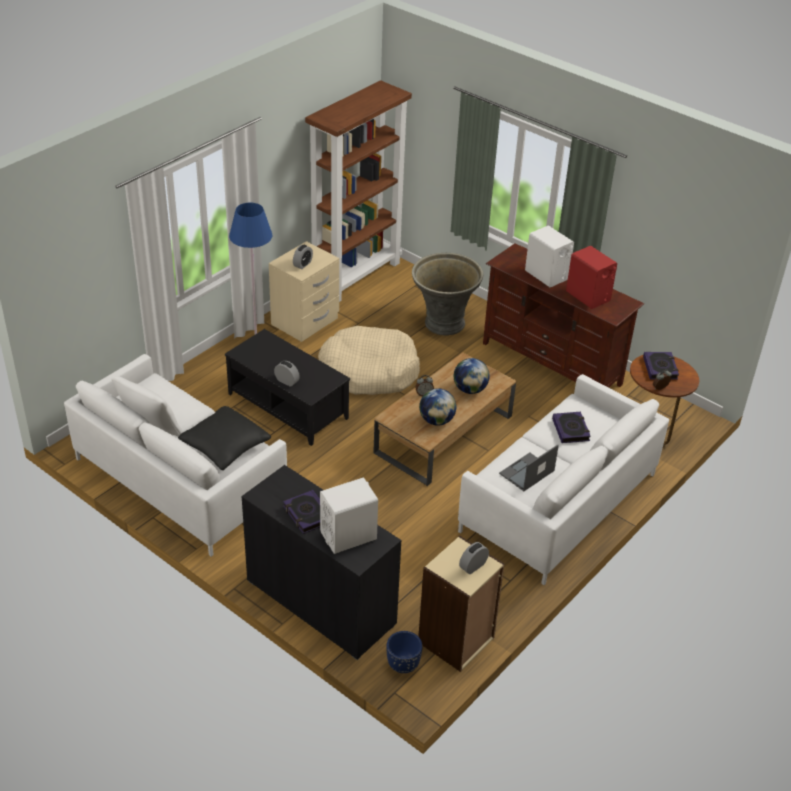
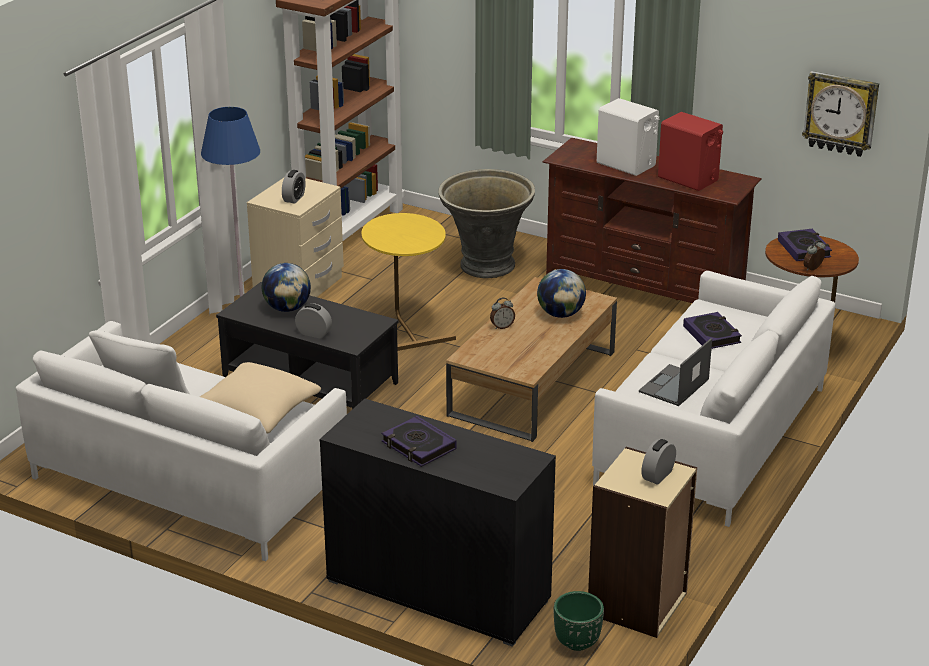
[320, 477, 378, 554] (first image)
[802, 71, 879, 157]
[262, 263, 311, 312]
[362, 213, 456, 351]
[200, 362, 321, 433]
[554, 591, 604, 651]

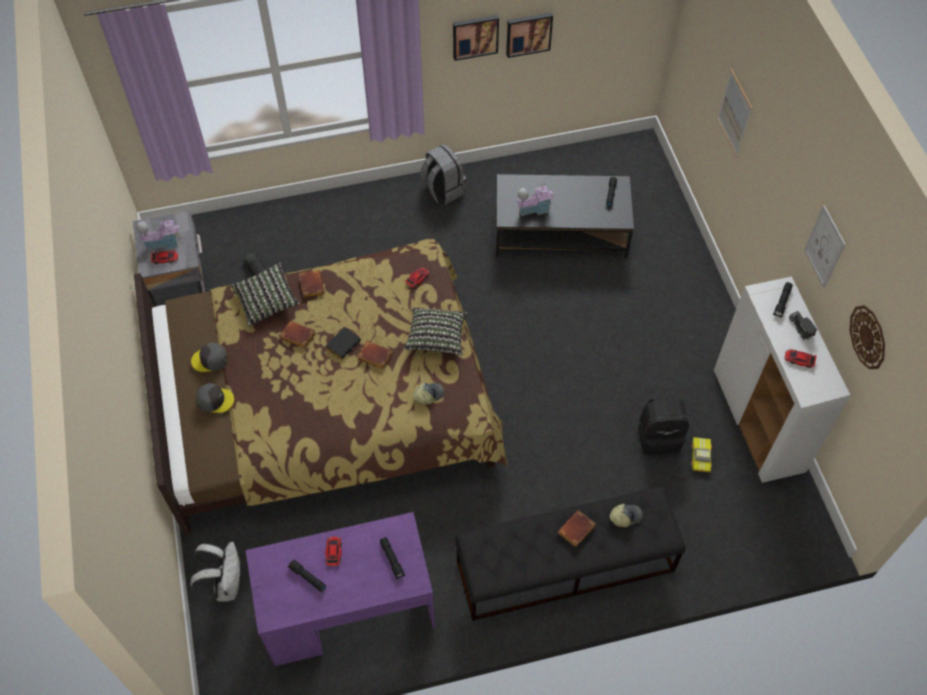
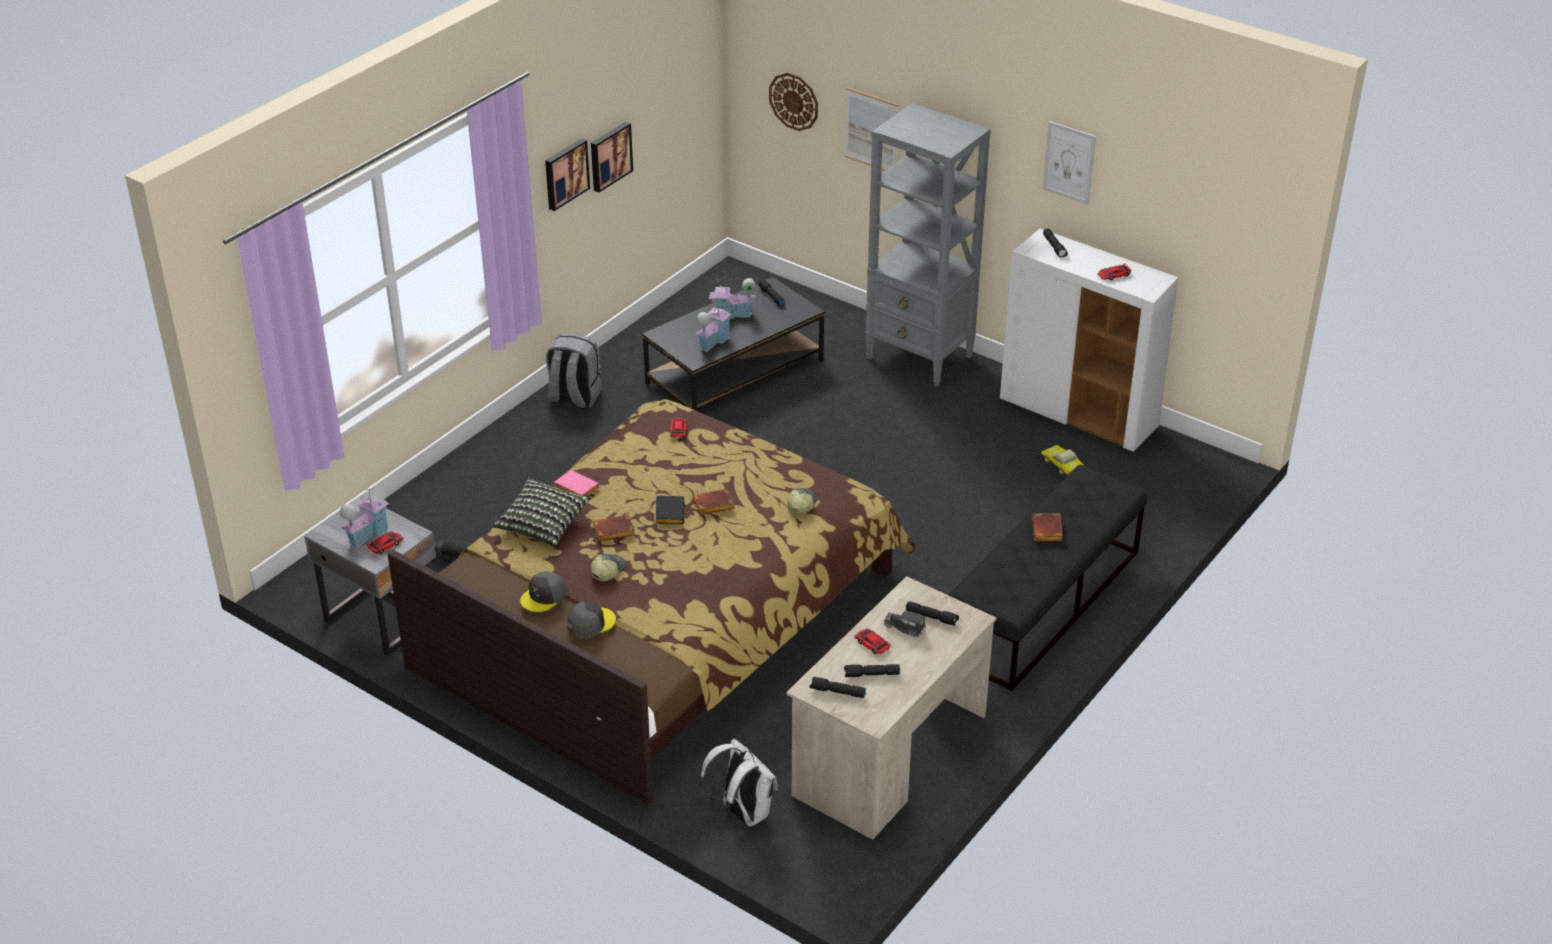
[404, 307, 468, 355] (first image)
[638, 398, 689, 455] (first image)
[709, 276, 756, 320]
[810, 677, 866, 698]
[865, 103, 990, 387]
[591, 554, 626, 582]
[884, 611, 926, 638]
[769, 73, 818, 131]
[786, 576, 996, 840]
[554, 470, 599, 496]

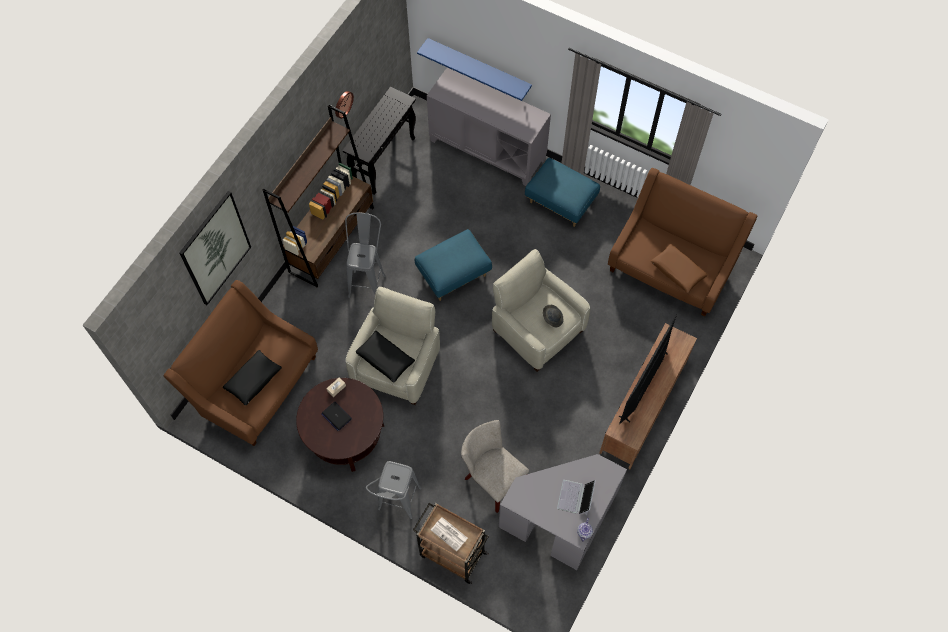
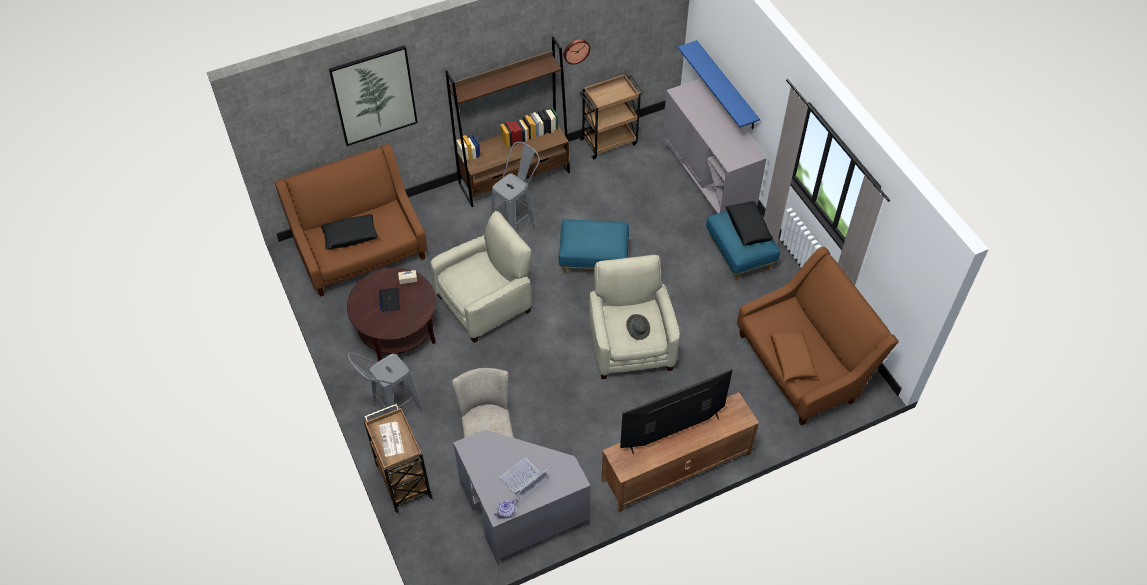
[725, 201, 773, 246]
[578, 74, 644, 159]

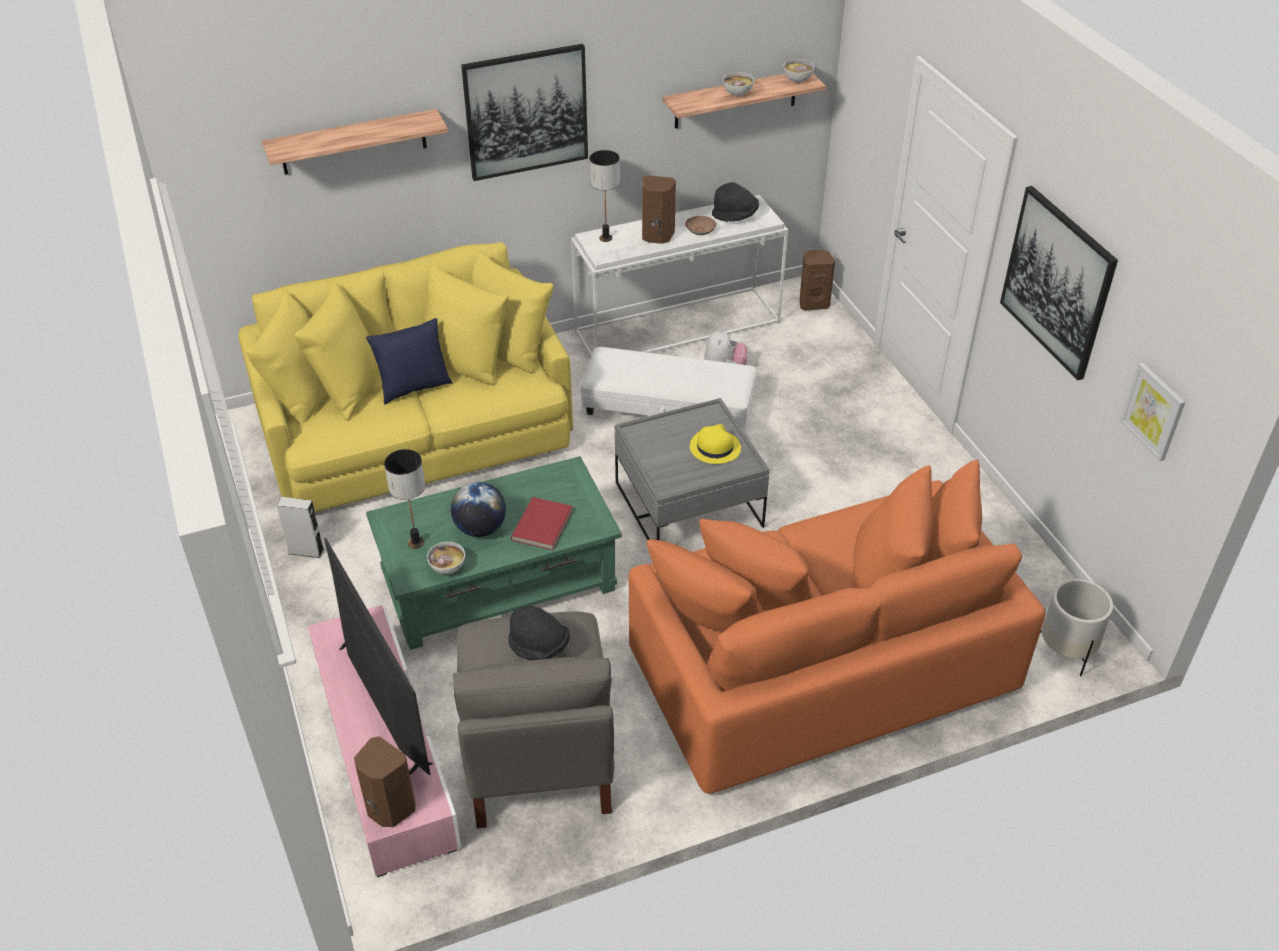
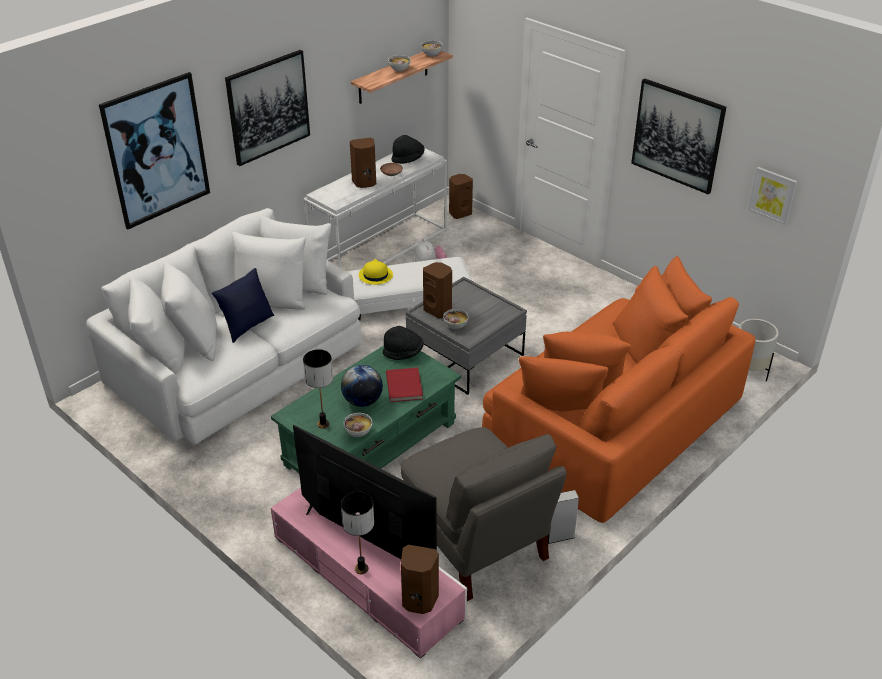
[423, 262, 452, 319]
[443, 309, 469, 329]
[548, 490, 579, 544]
[383, 326, 424, 360]
[341, 491, 374, 574]
[359, 259, 393, 285]
[99, 72, 210, 229]
[86, 208, 361, 445]

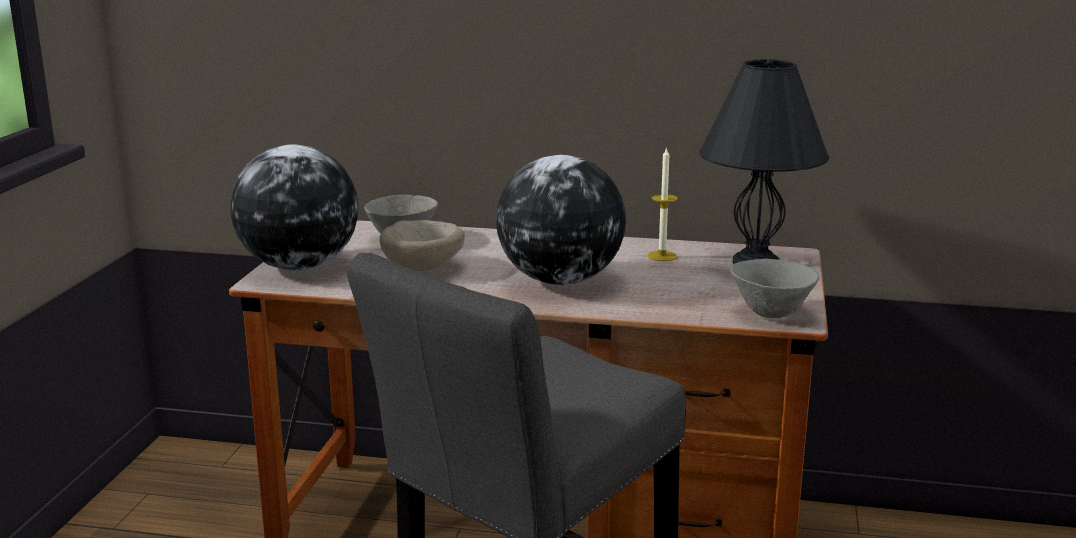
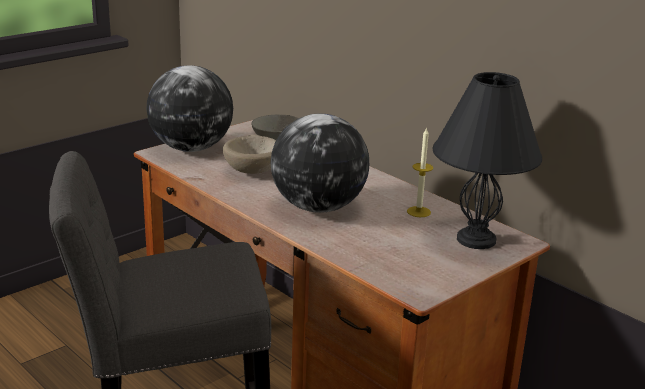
[730, 259, 820, 318] (first image)

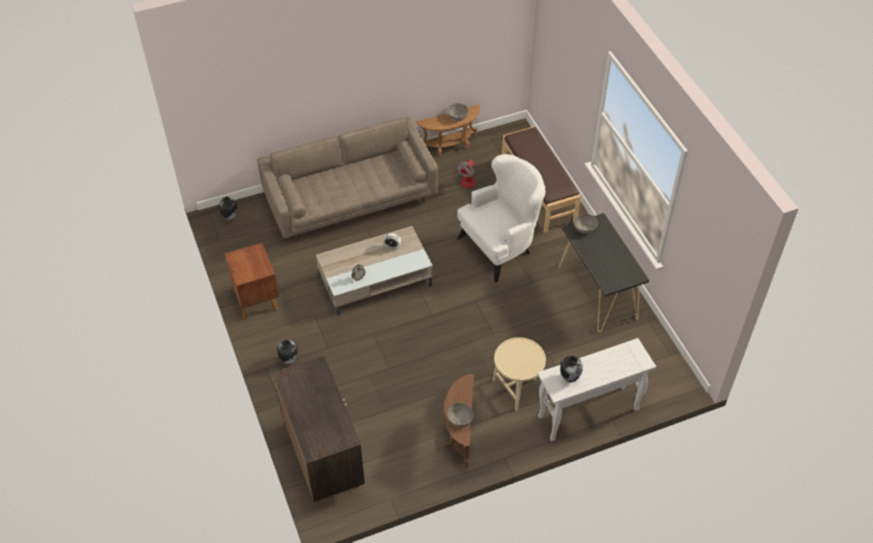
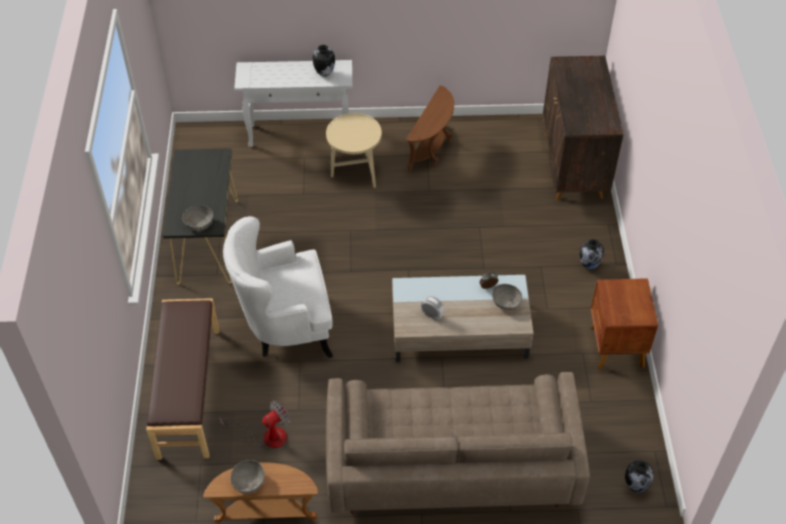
[492, 284, 522, 310]

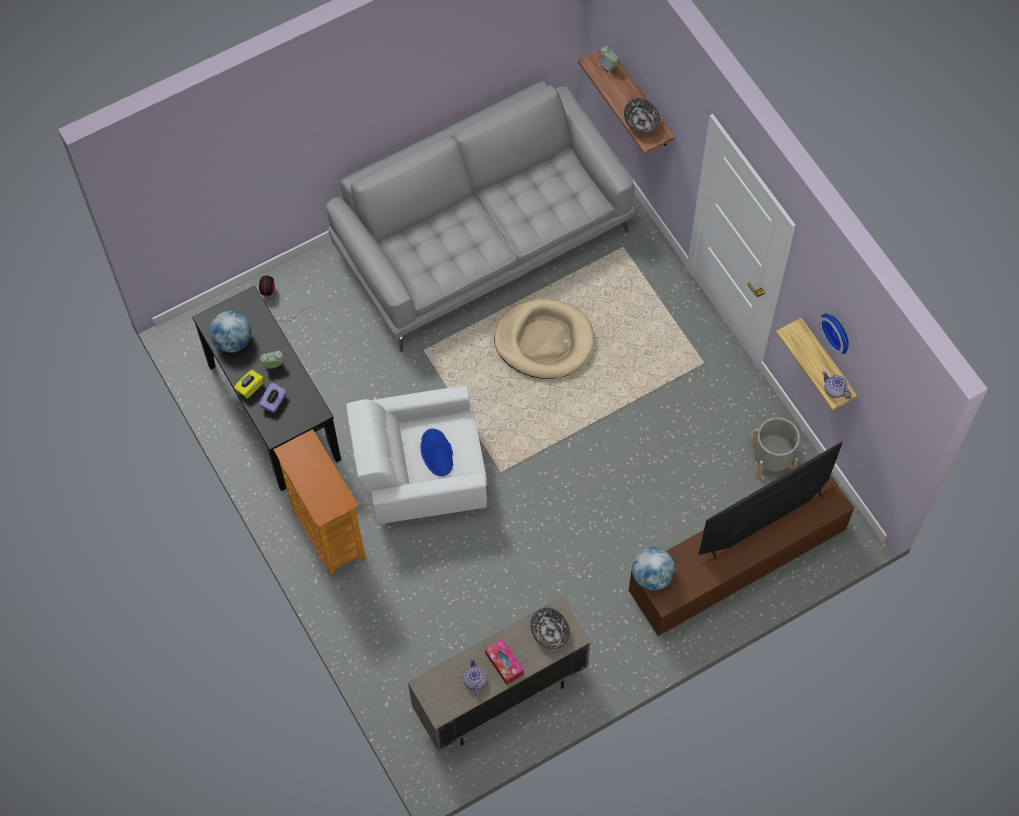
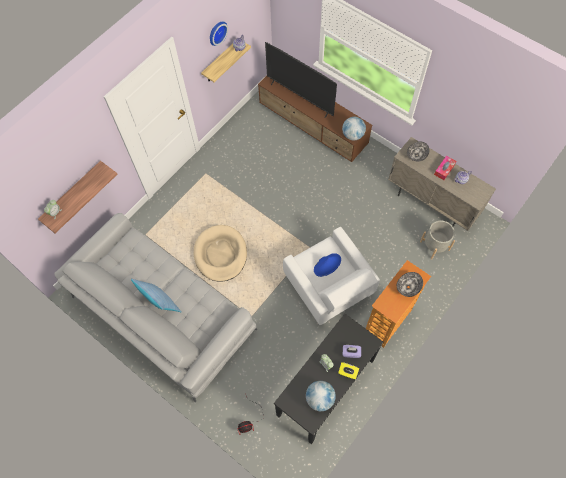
[131, 279, 181, 312]
[397, 272, 423, 297]
[420, 221, 455, 259]

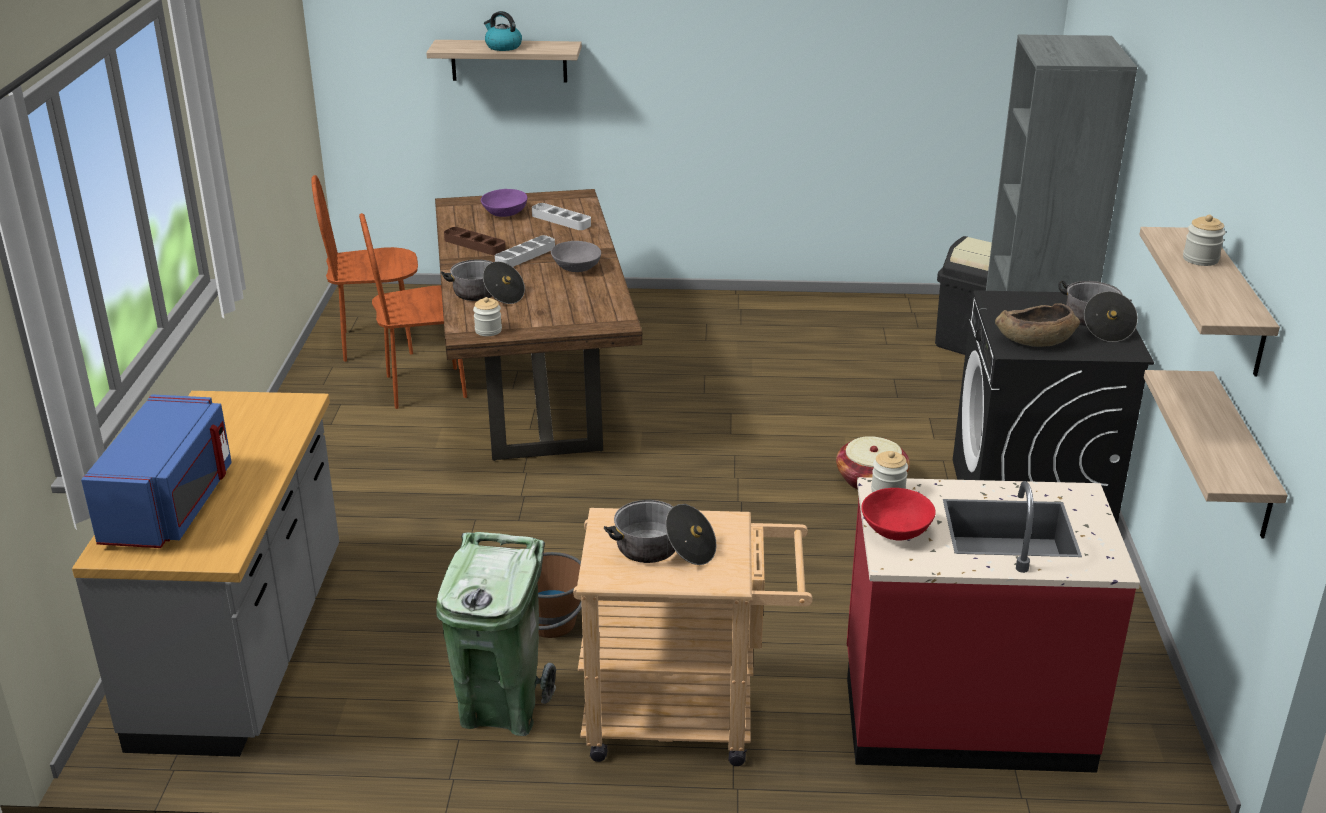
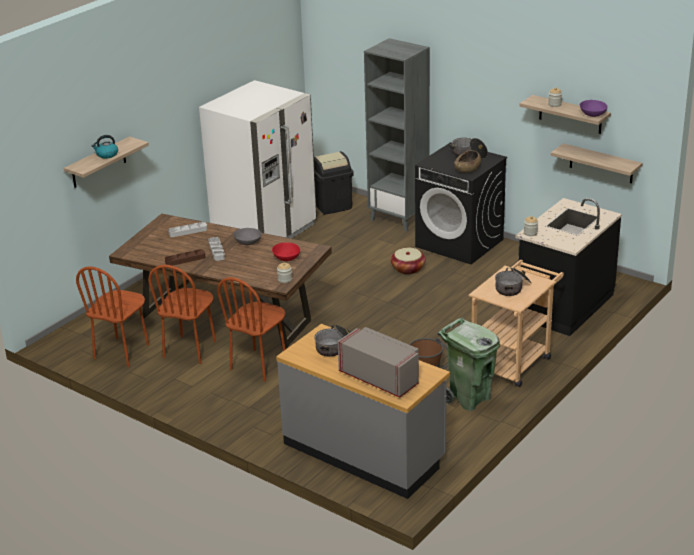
[199, 80, 317, 239]
[217, 277, 286, 381]
[314, 325, 351, 357]
[580, 100, 608, 117]
[272, 242, 300, 261]
[338, 327, 419, 398]
[515, 198, 622, 336]

